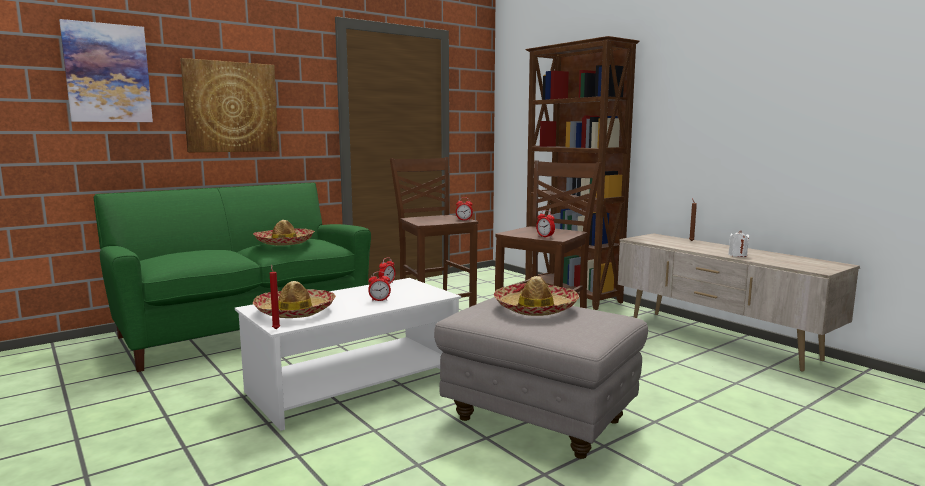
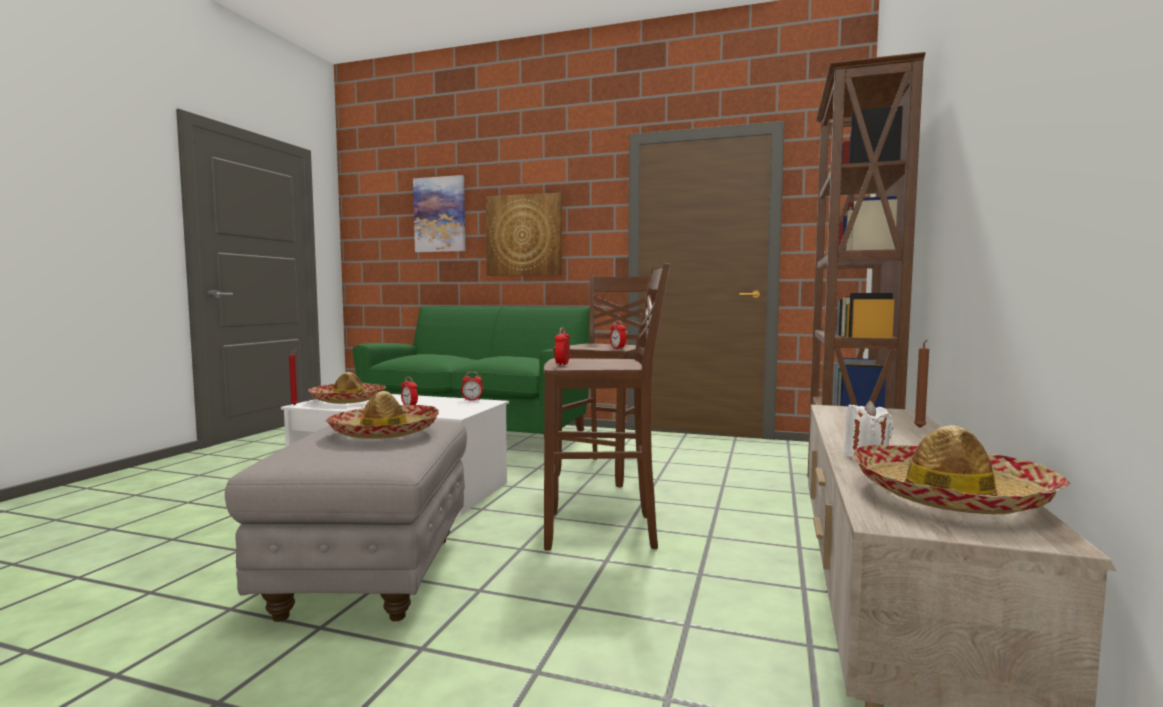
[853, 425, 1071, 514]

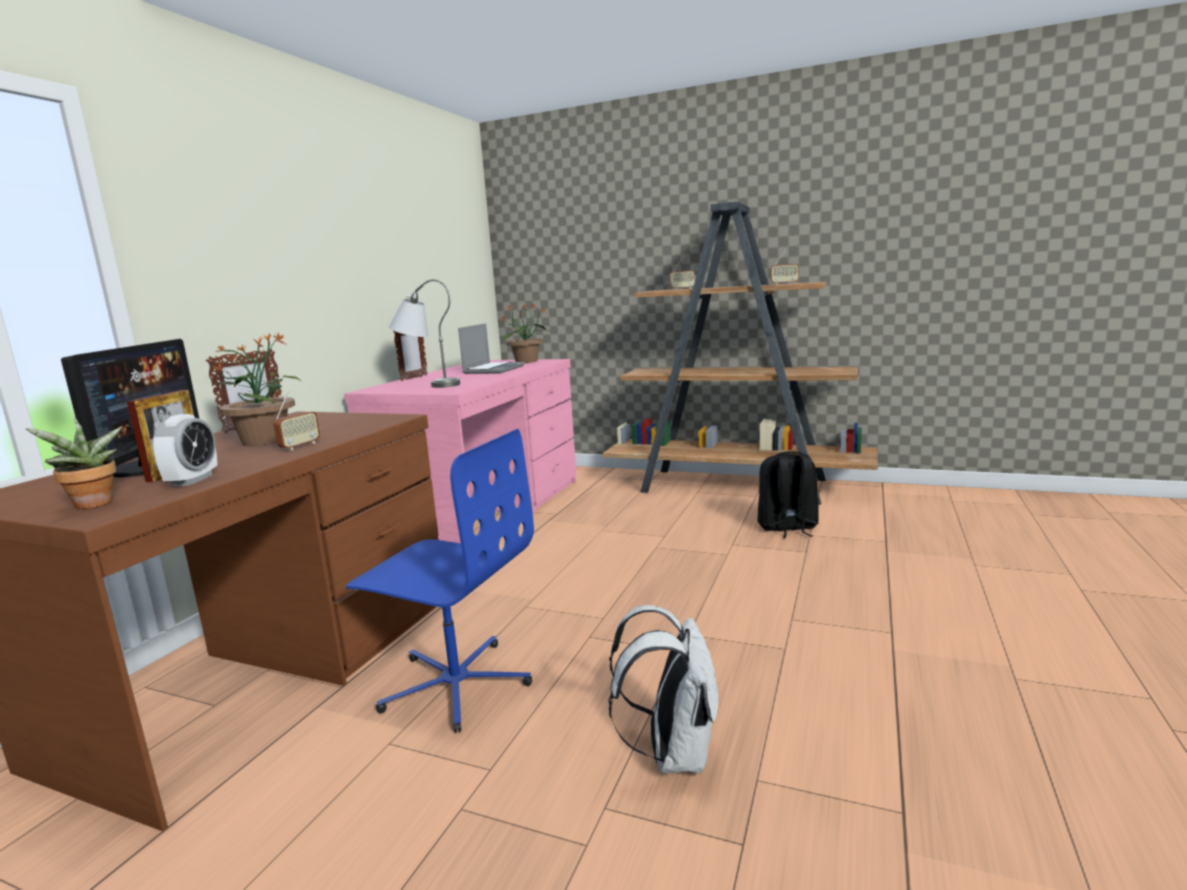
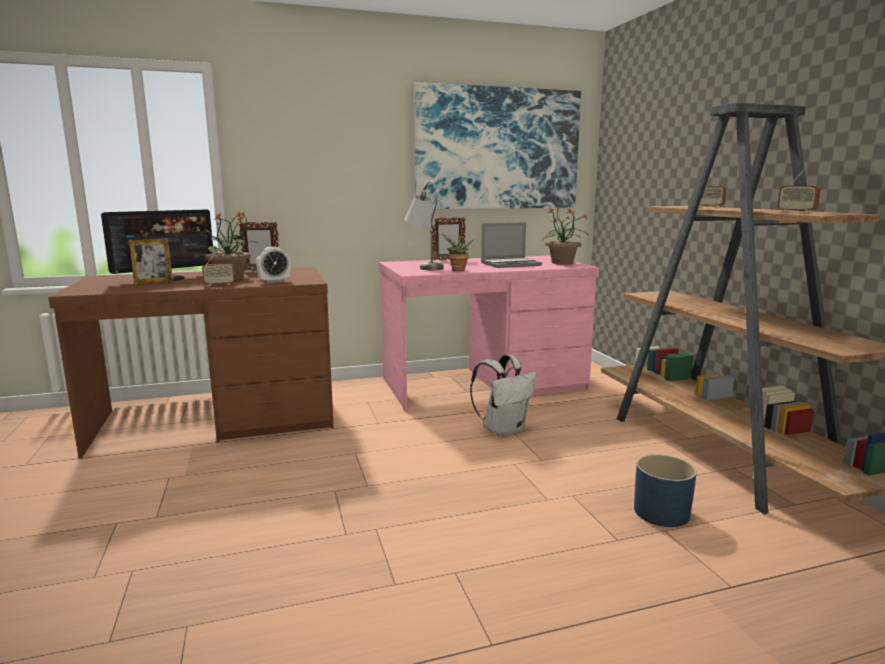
[346, 429, 534, 733] (first image)
[414, 82, 581, 209]
[442, 233, 474, 271]
[256, 247, 290, 283]
[470, 354, 537, 437]
[634, 454, 697, 527]

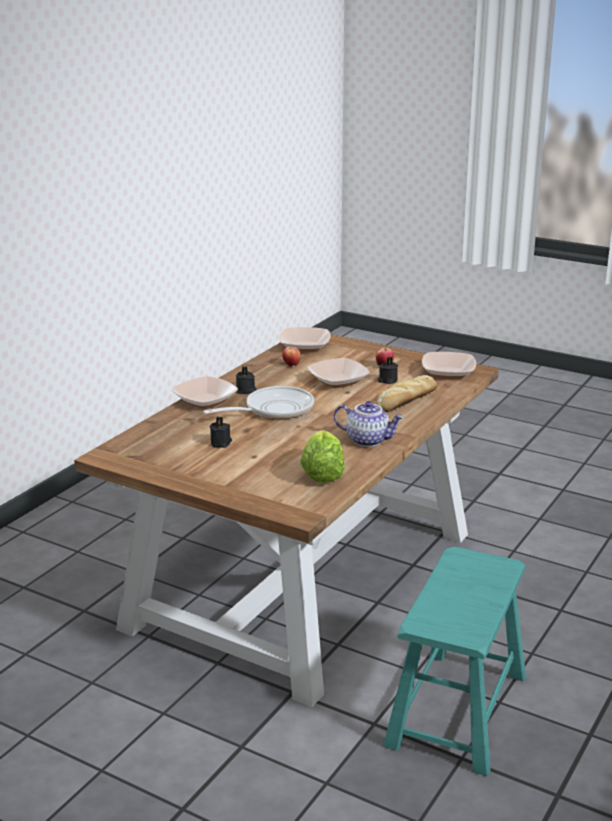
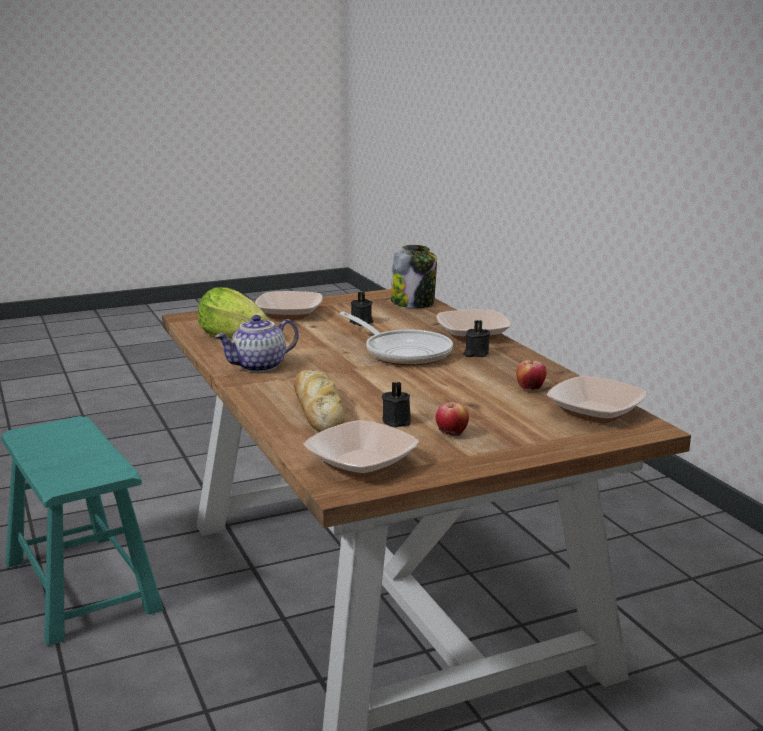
[391, 245, 437, 308]
[255, 291, 323, 320]
[339, 312, 453, 365]

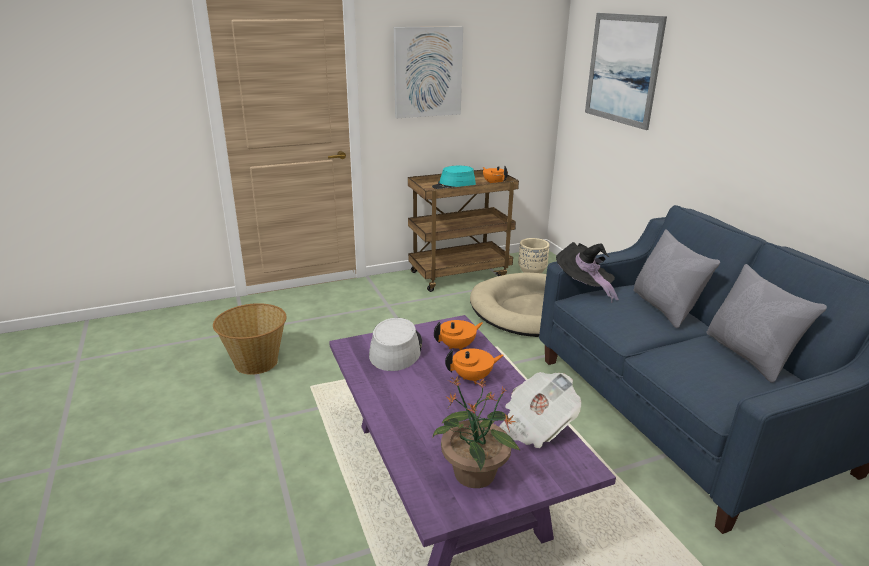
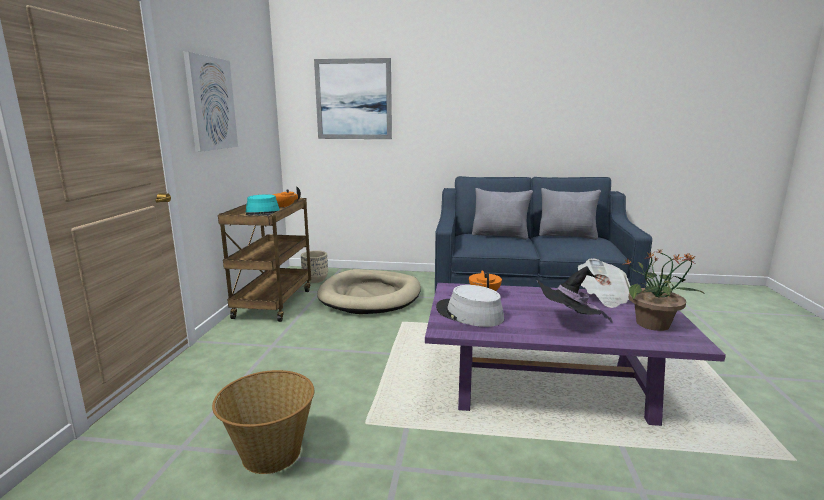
[445, 349, 504, 384] (first image)
[536, 266, 613, 323]

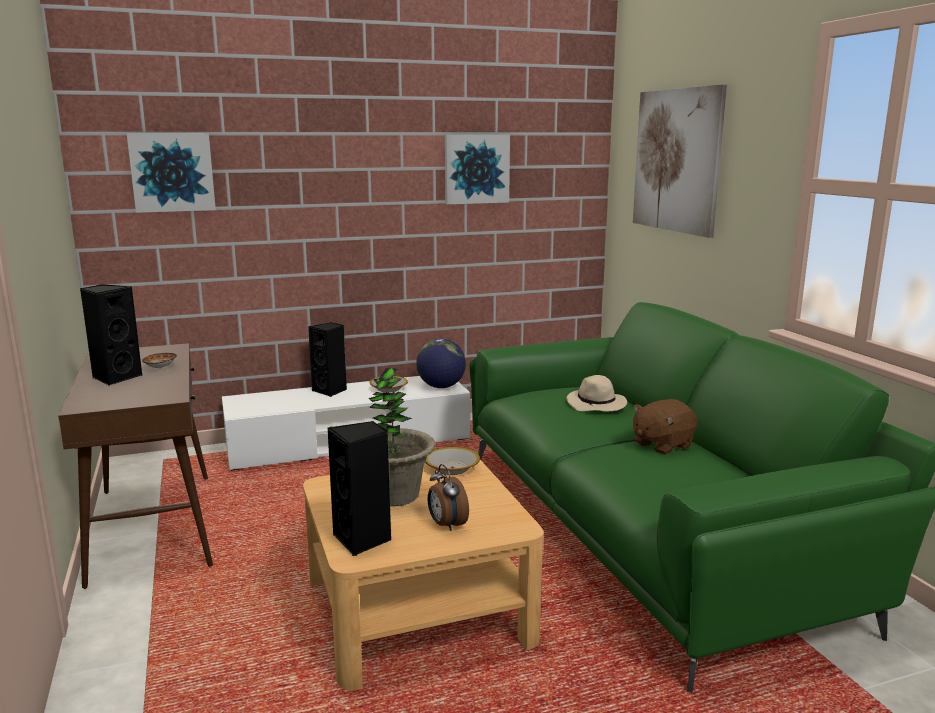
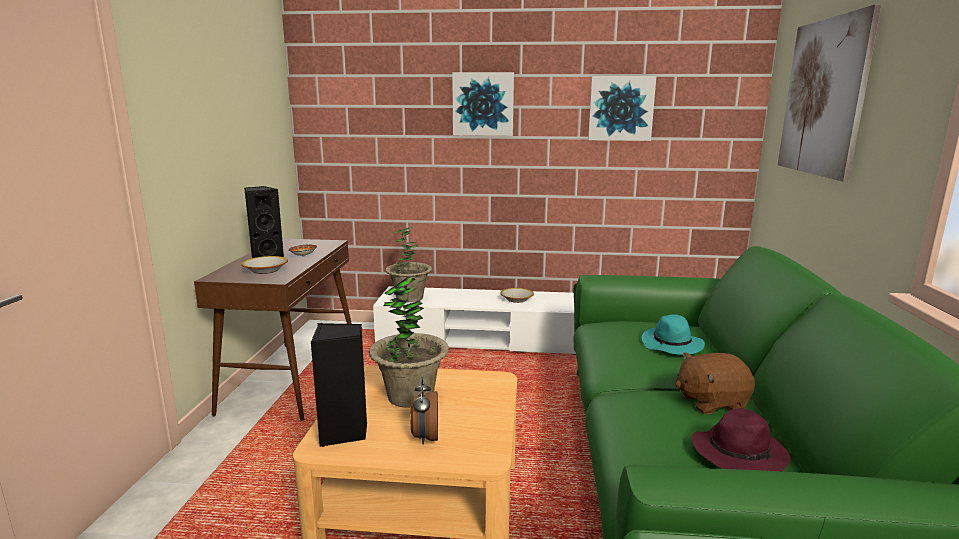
[308, 322, 347, 397] (first image)
[416, 339, 466, 388] (first image)
[385, 226, 432, 302]
[692, 408, 790, 472]
[452, 72, 514, 136]
[241, 256, 288, 274]
[642, 314, 705, 355]

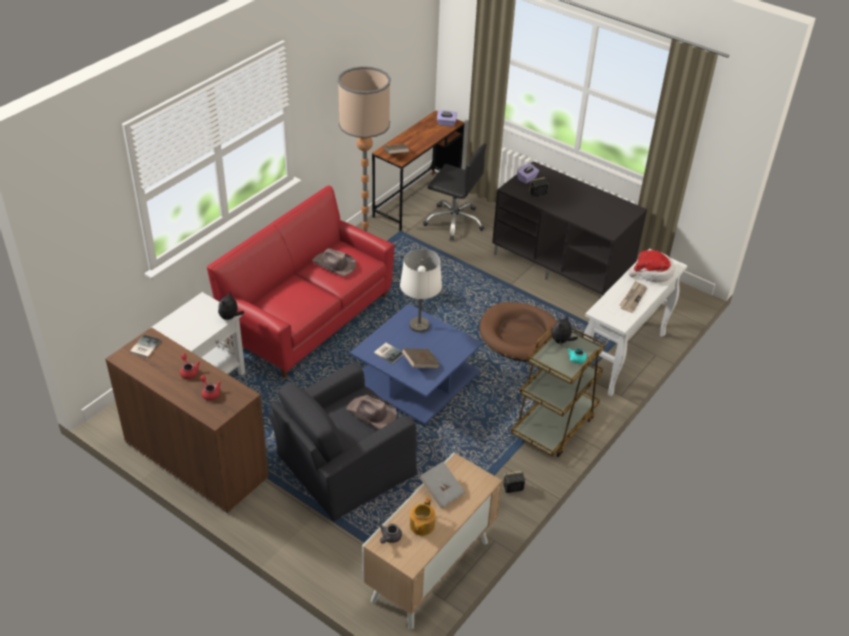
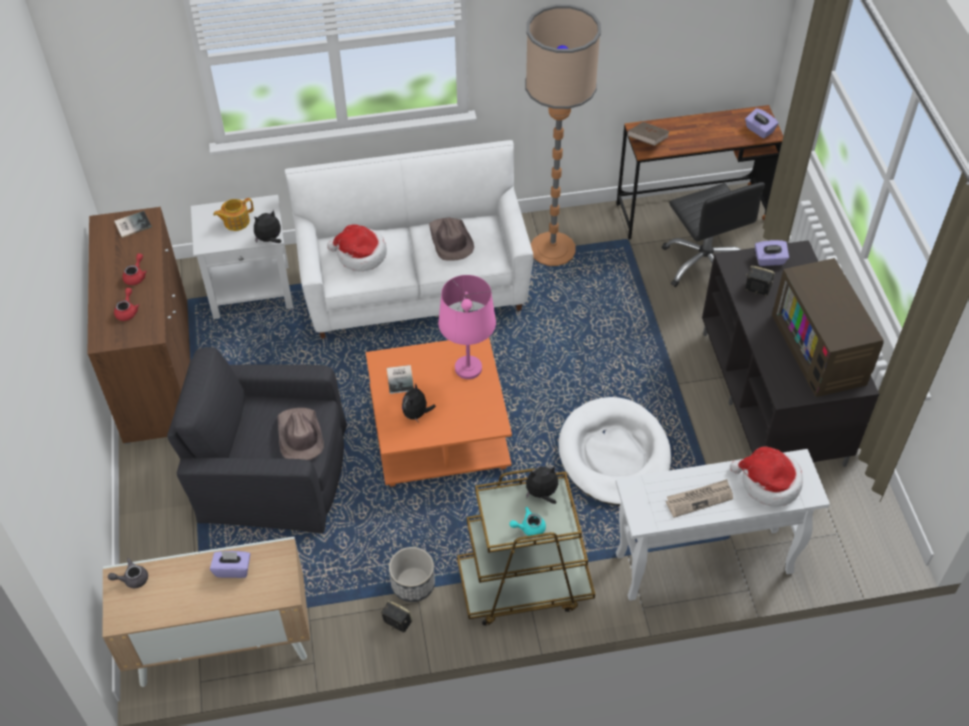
[327, 224, 387, 272]
[389, 547, 435, 602]
[772, 258, 884, 397]
[213, 198, 254, 231]
[402, 383, 436, 423]
[210, 551, 250, 578]
[285, 140, 534, 339]
[366, 338, 512, 487]
[438, 275, 496, 379]
[558, 397, 671, 506]

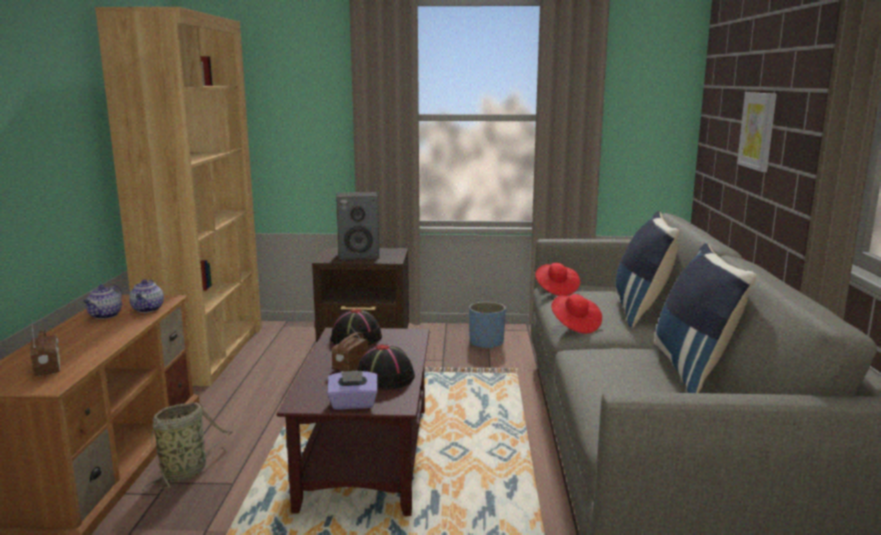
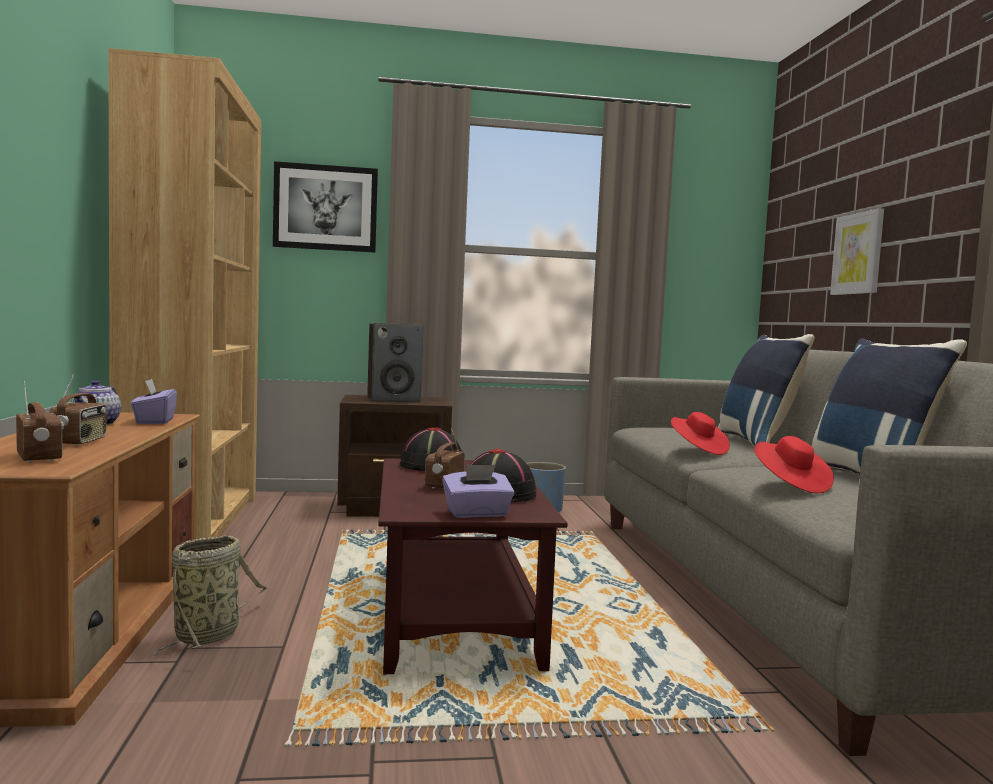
[49, 373, 106, 446]
[273, 161, 378, 252]
[754, 436, 834, 493]
[131, 379, 177, 424]

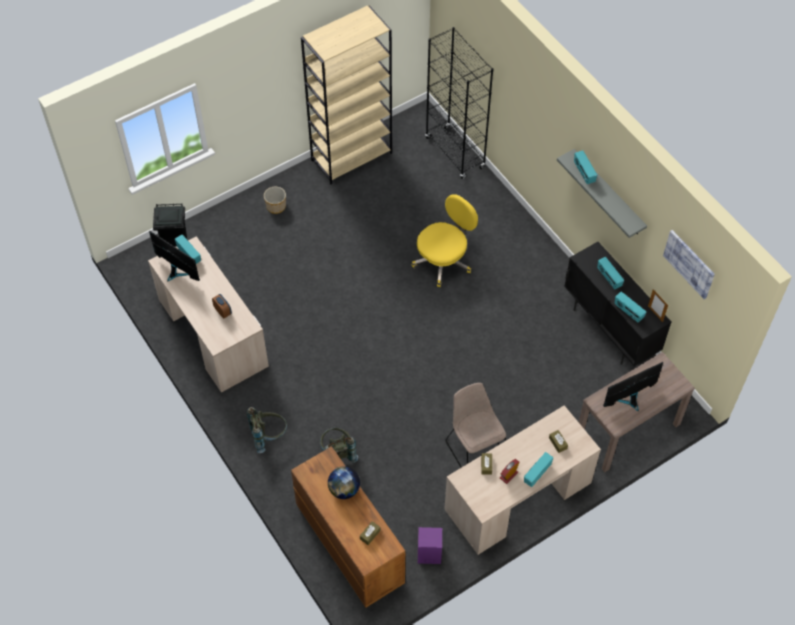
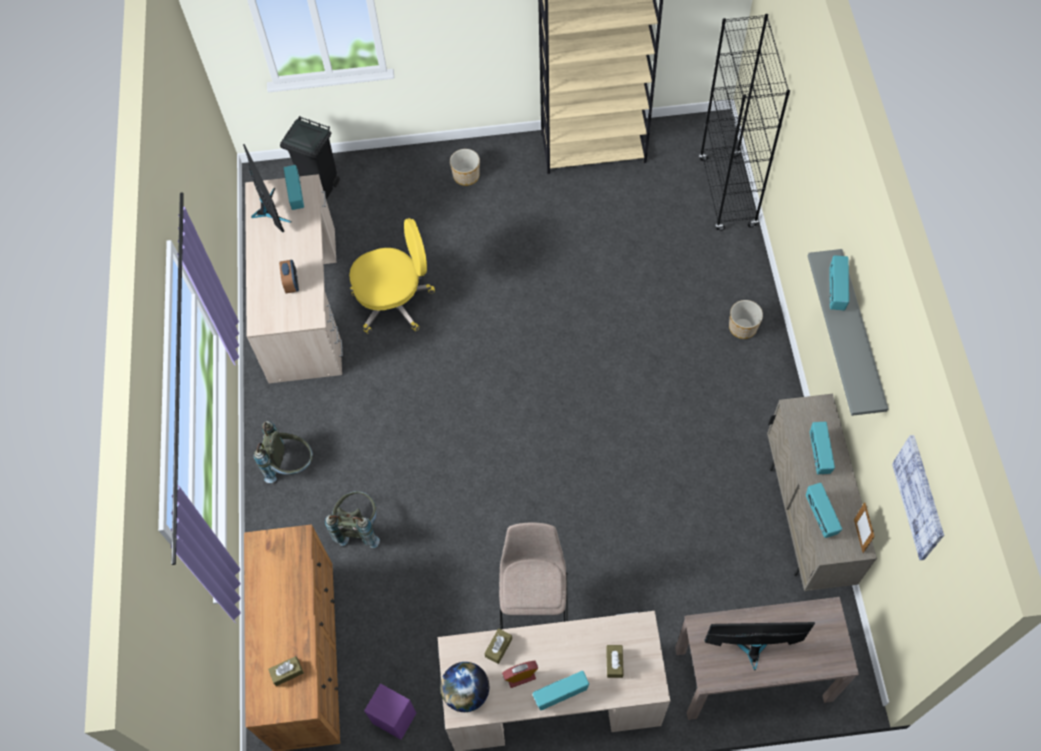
[729, 300, 763, 339]
[440, 662, 489, 712]
[349, 218, 435, 334]
[767, 394, 877, 591]

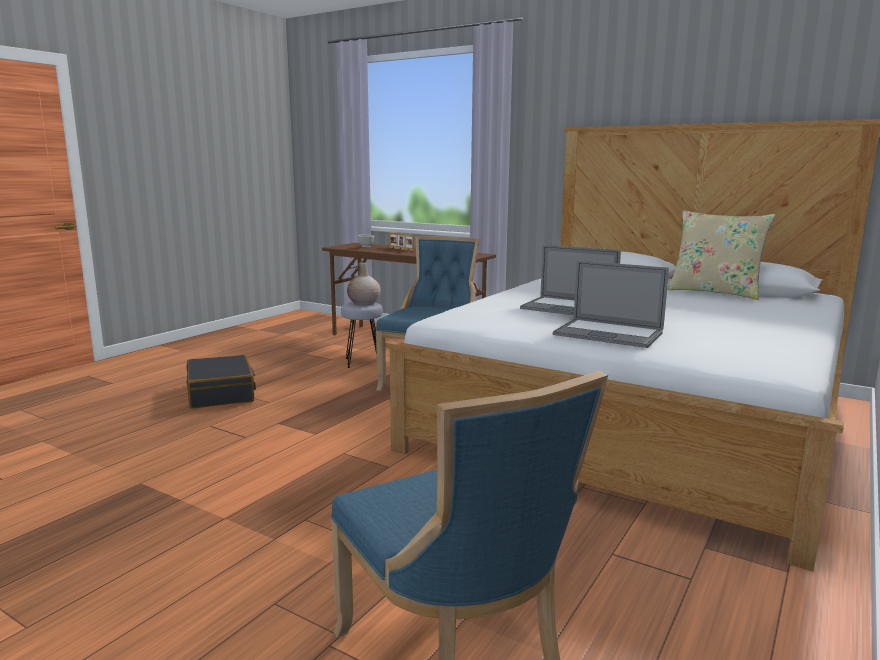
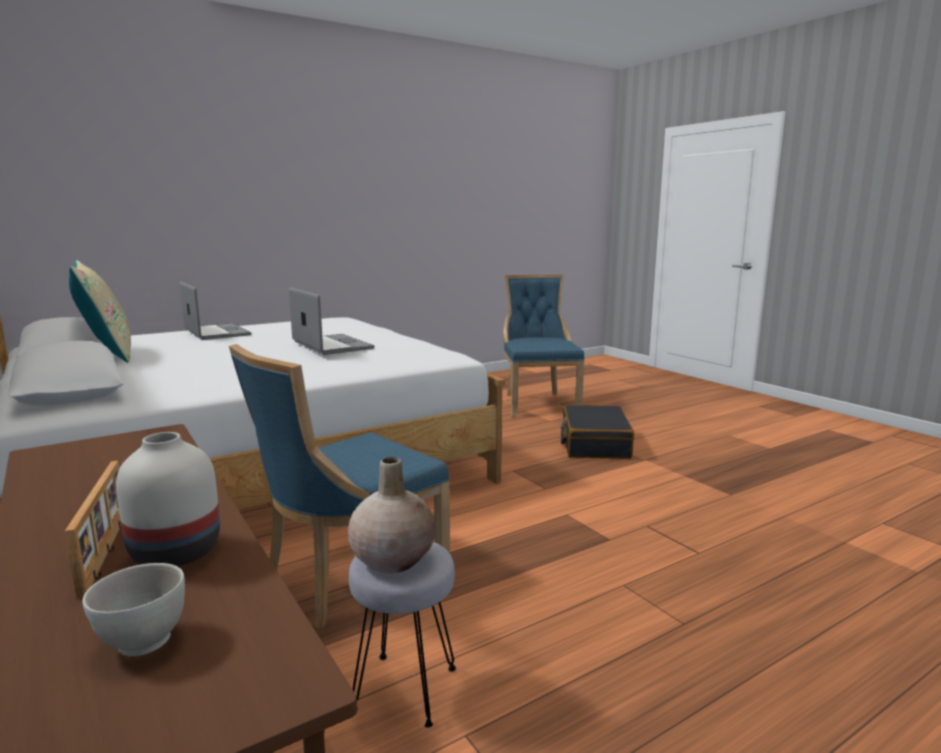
[116, 432, 220, 566]
[561, 405, 634, 459]
[180, 282, 252, 340]

